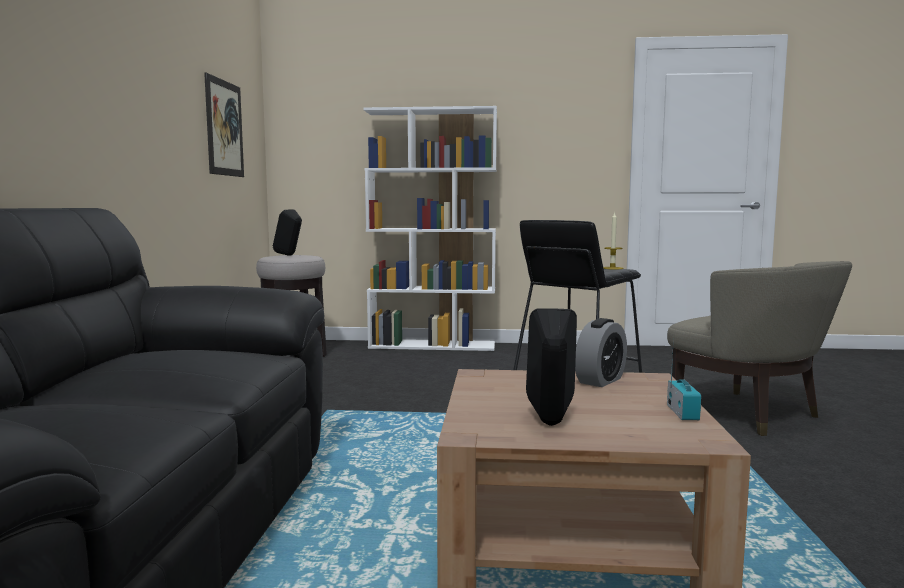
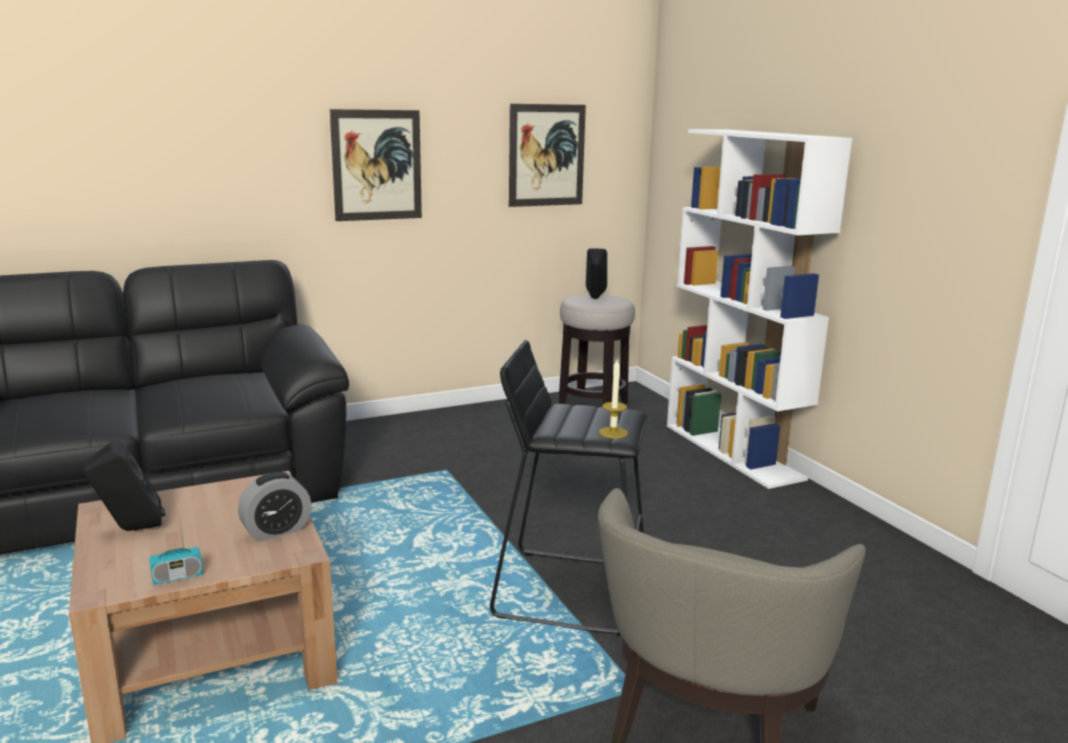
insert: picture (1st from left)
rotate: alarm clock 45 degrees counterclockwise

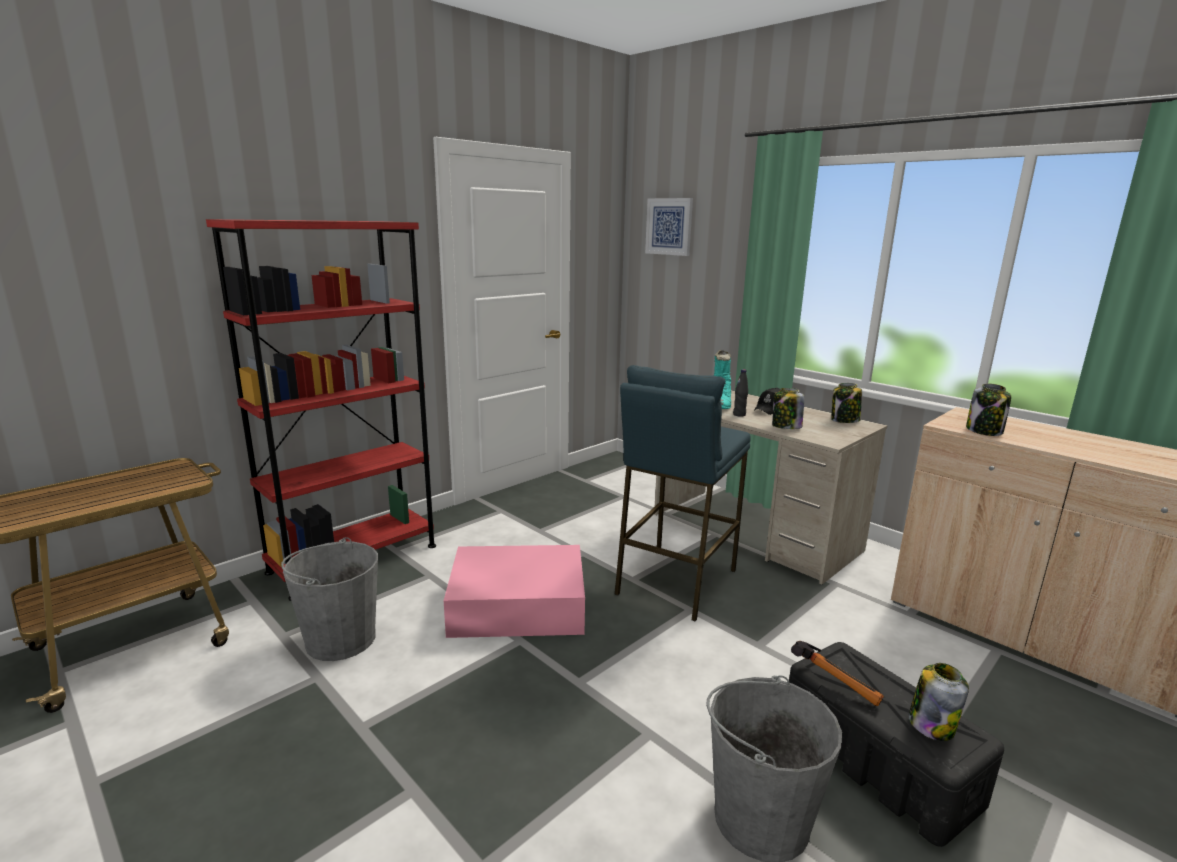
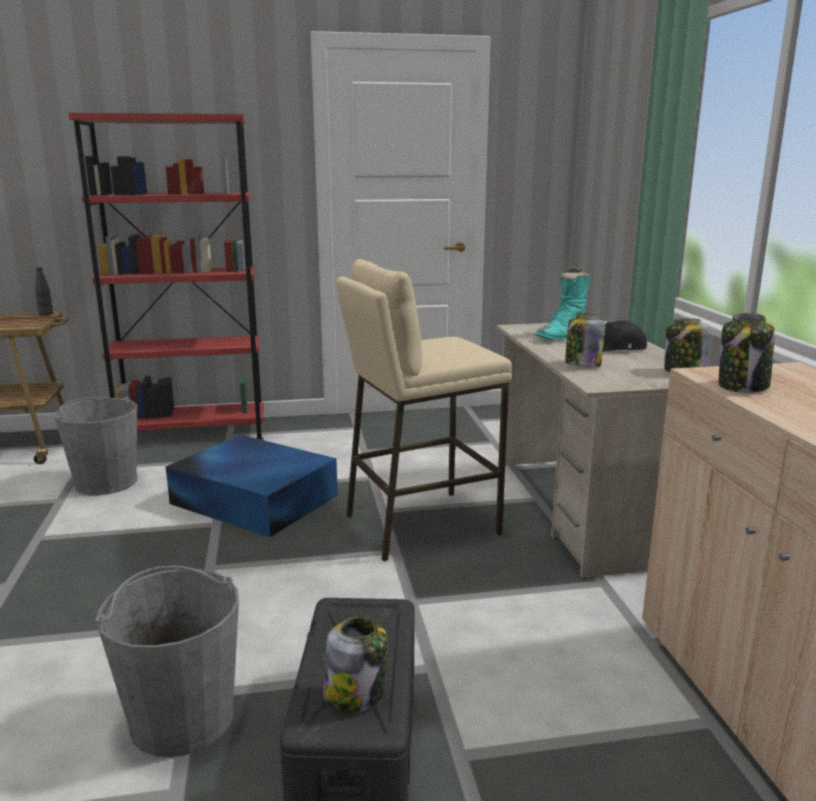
delete: picture; hammer
move: black bottle
recolor: pink storage box to blue storage box; blue stool to beige stool

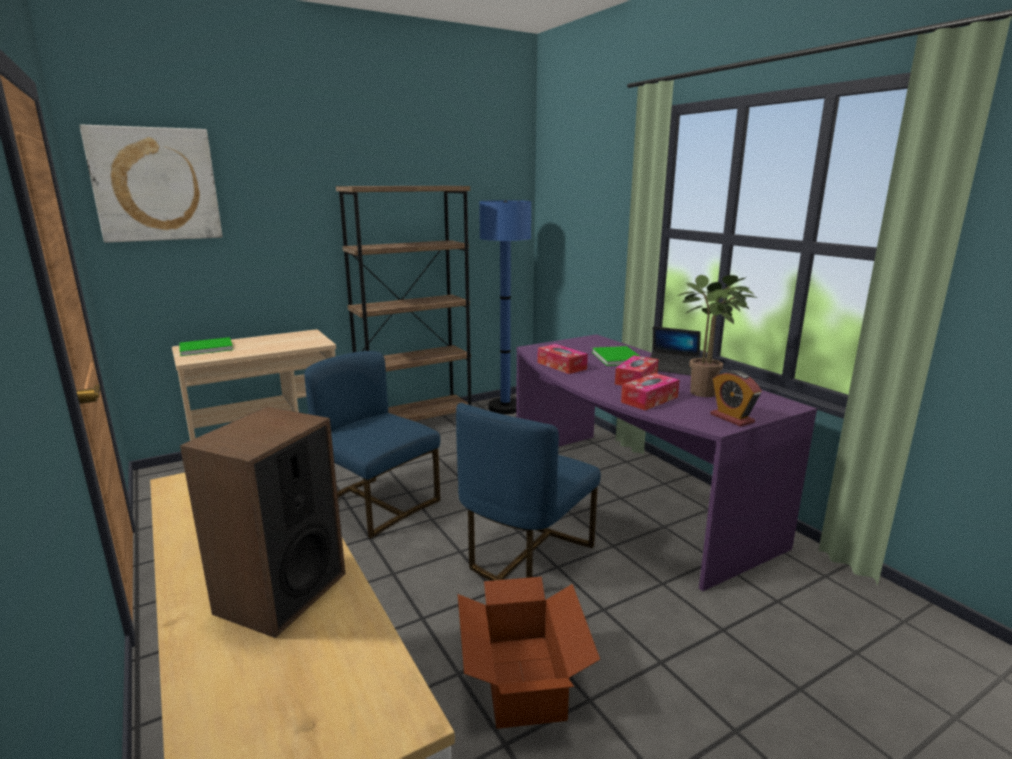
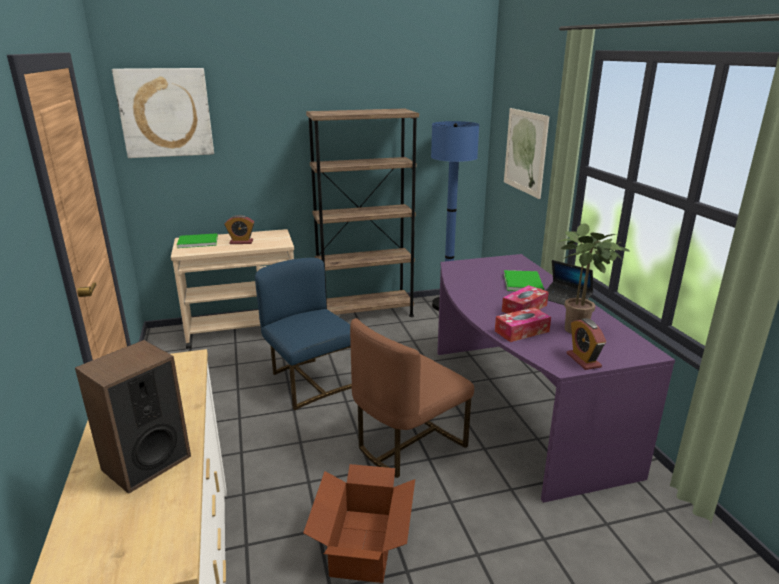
delete: tissue box (1st from left)
insert: alarm clock (1st from left); picture (2nd from left)
recolor: blue chair (2nd from left) to brown chair

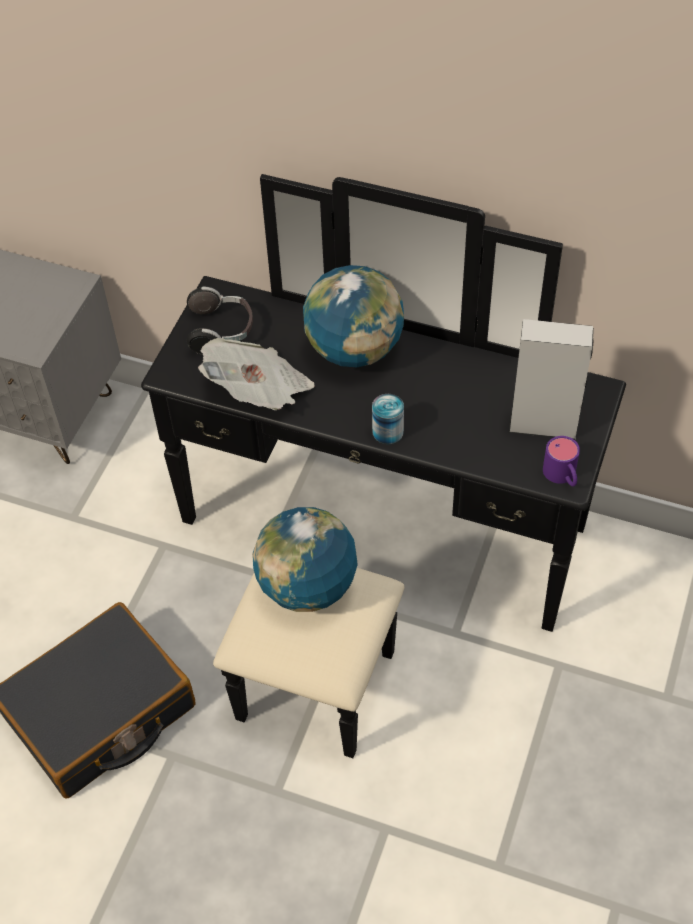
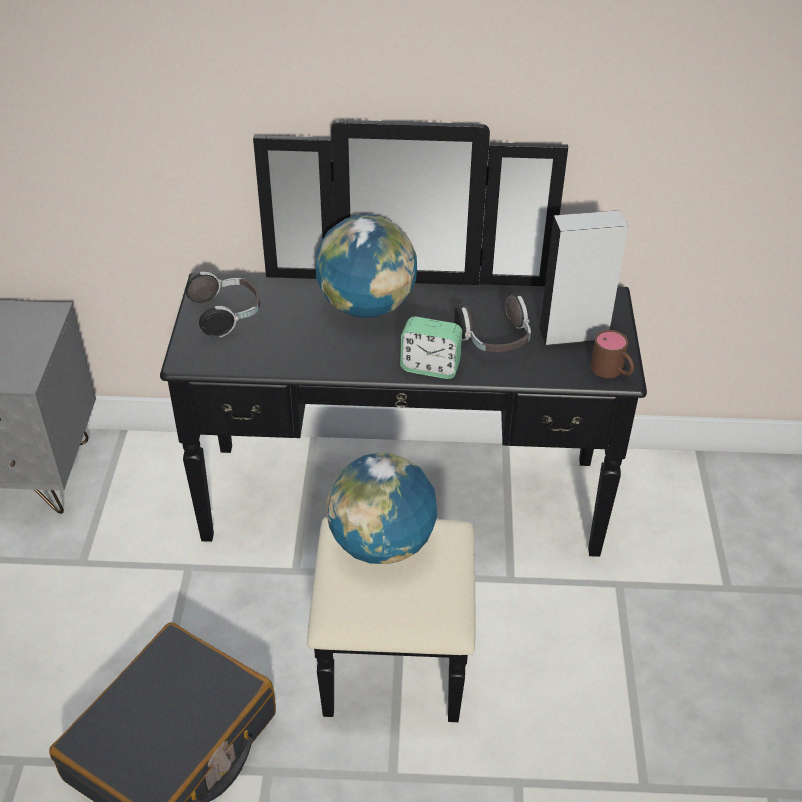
delete: newspaper
insert: headphones (2nd from left)
replace: can to alarm clock
recolor: purple mug to brown mug

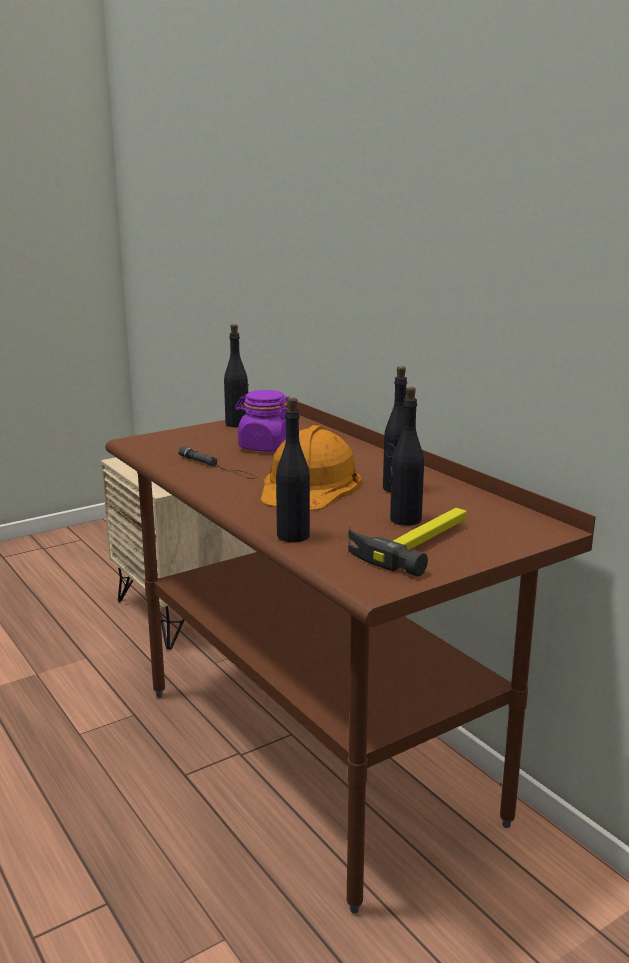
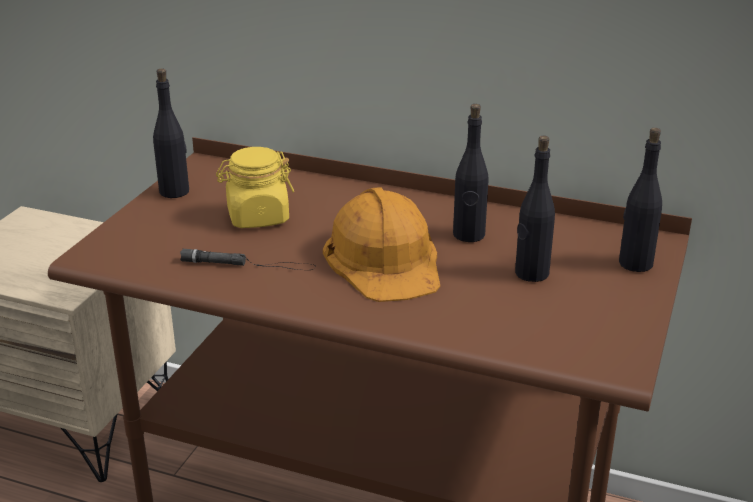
delete: hammer
move: black bottle (2nd from left in the first image) to black bottle (4th from left)
recolor: purple jar to yellow jar

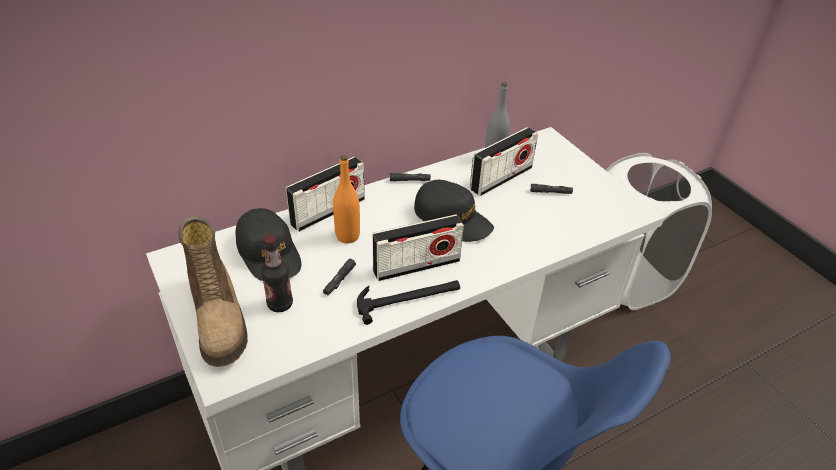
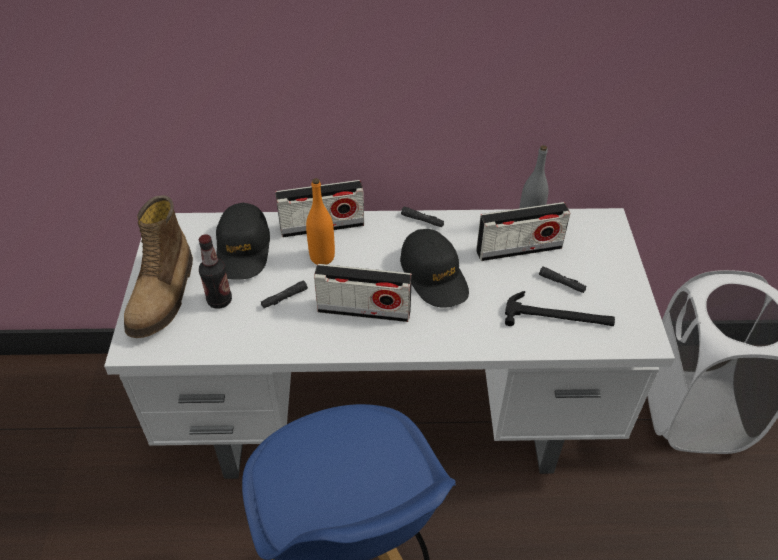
move: hammer

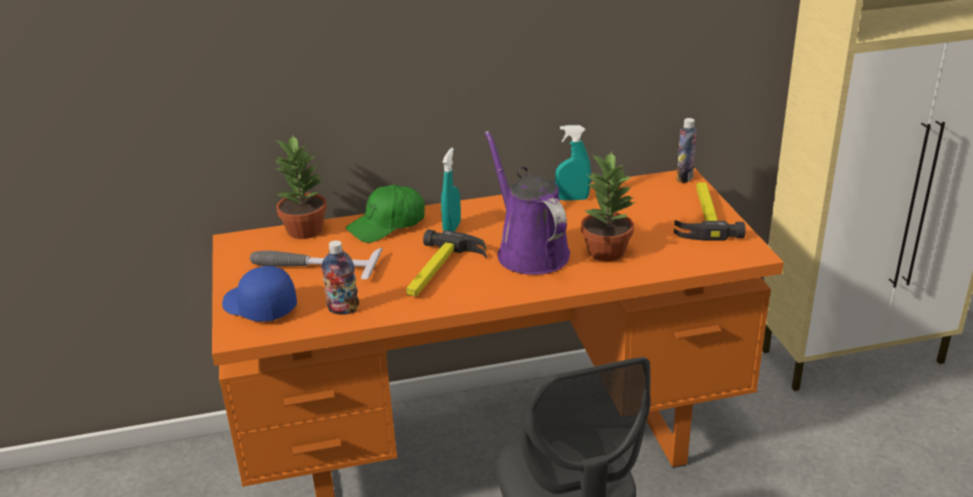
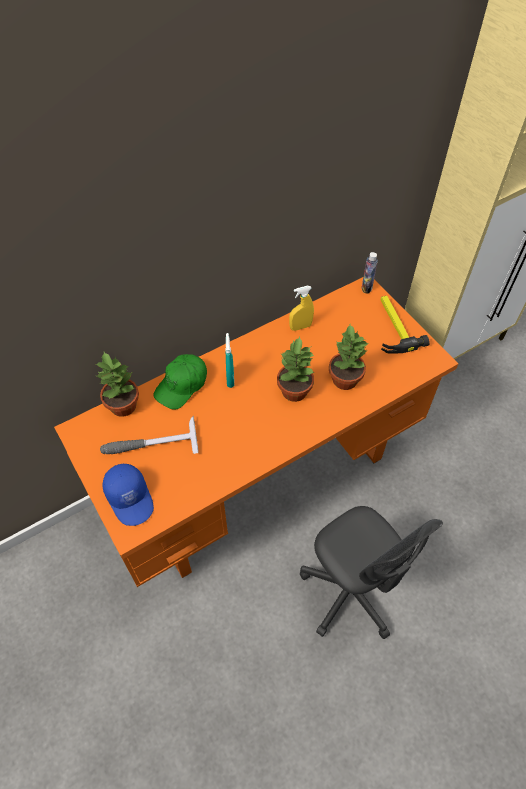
delete: bottle (1st from left); hammer (2nd from left)
replace: purple watering can to potted plant (2nd from left)
recolor: turquoise spray bottle (2nd from left) to yellow spray bottle
rotate: blue cap 135 degrees counterclockwise

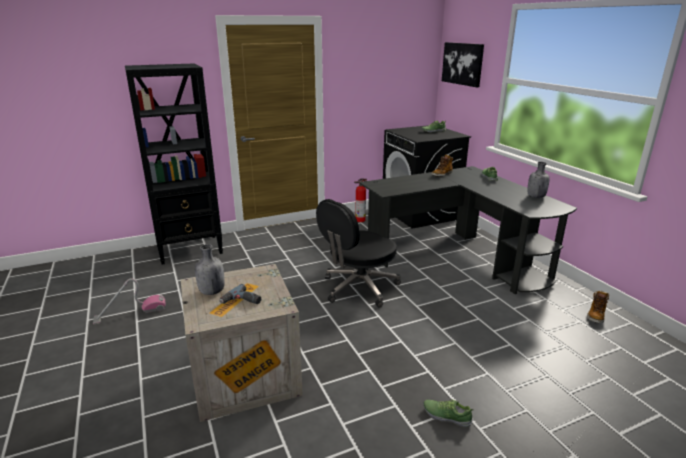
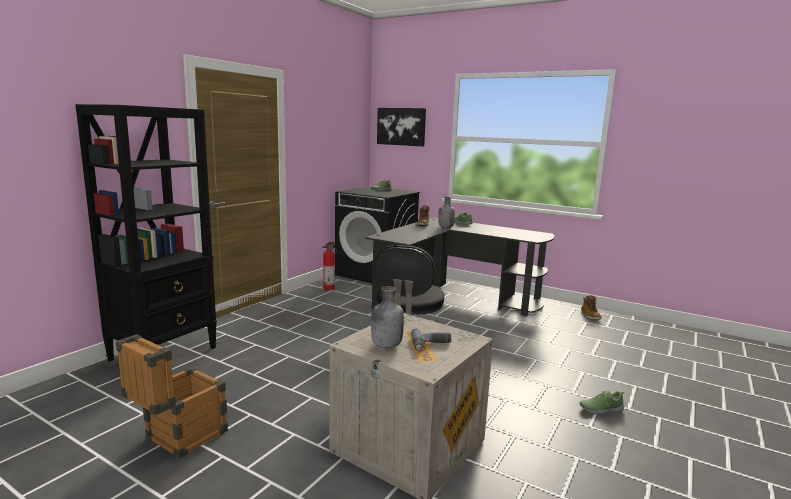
move: grey bottle (2nd from left)
replace: vacuum cleaner to crate (1st from left)

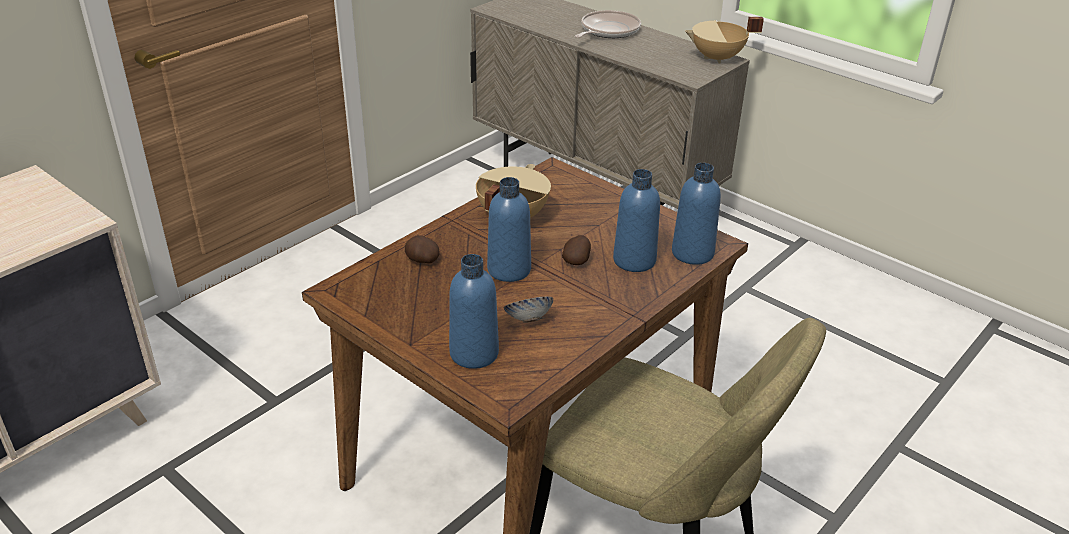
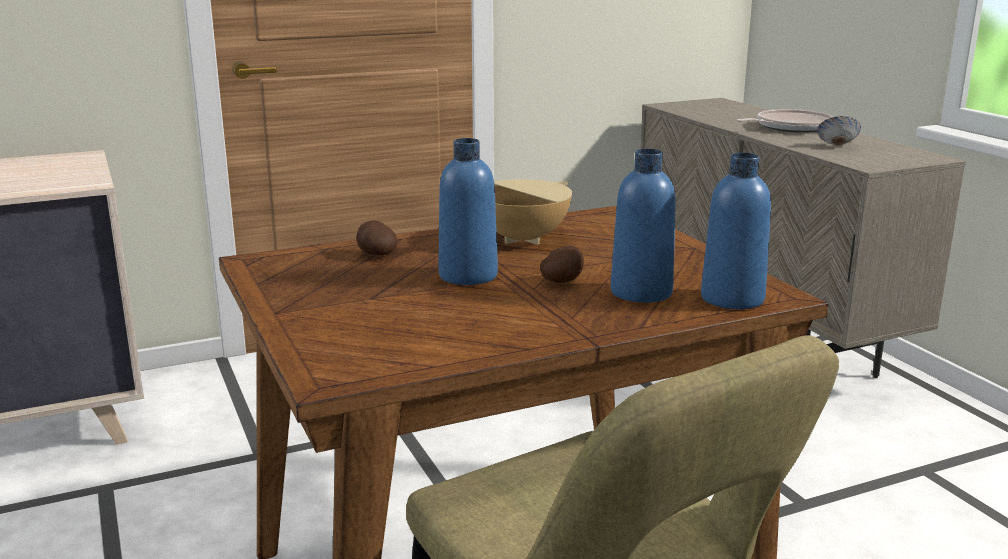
delete: blue bottle (1st from left); beige cooking pot (2nd from left)
move: bowl

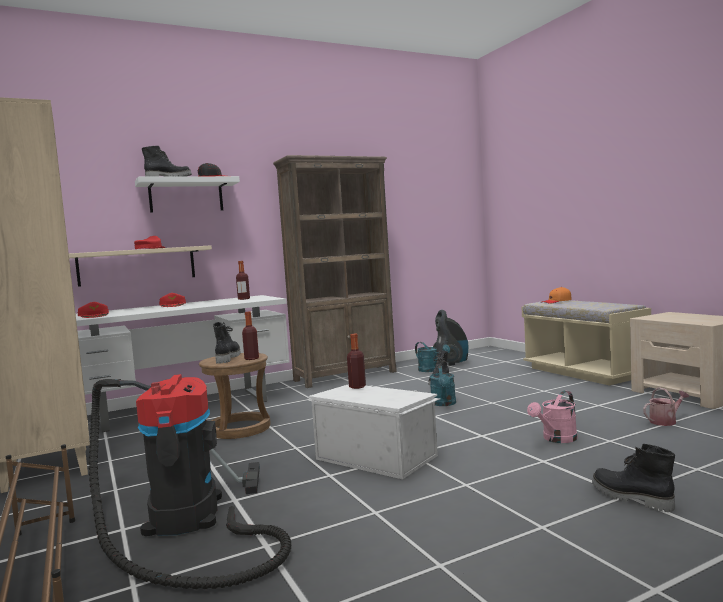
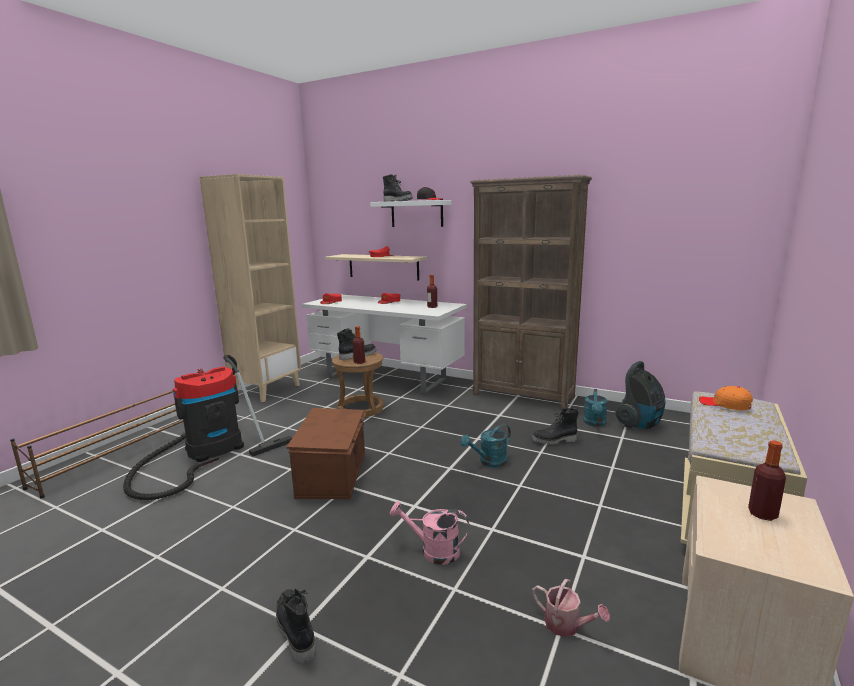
move: bottle (3rd from left)
recolor: white storage box to brown storage box
rotate: black boot (4th from left in the first image) 45 degrees counterclockwise

